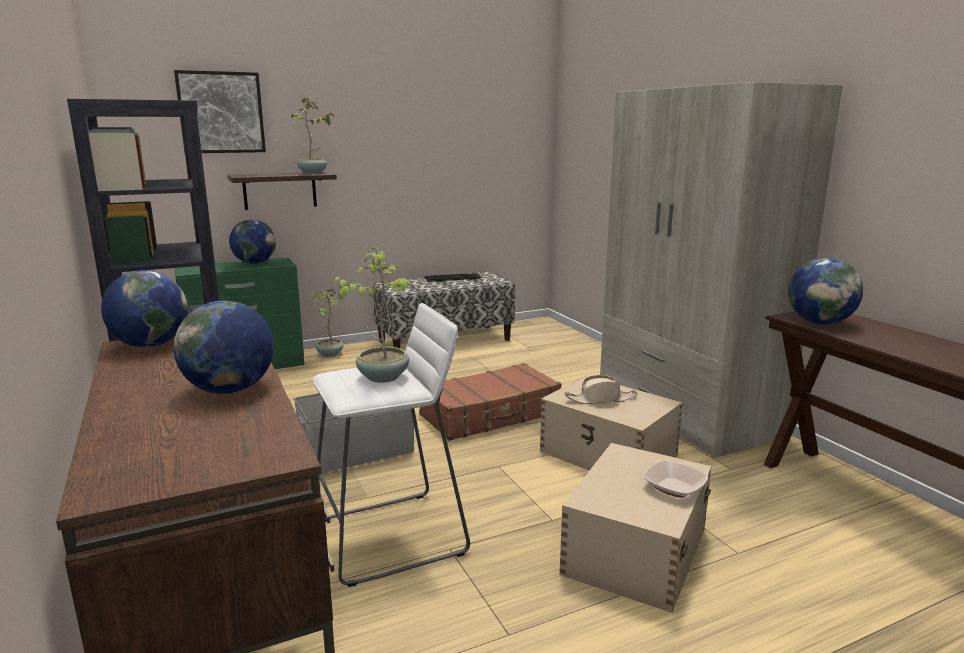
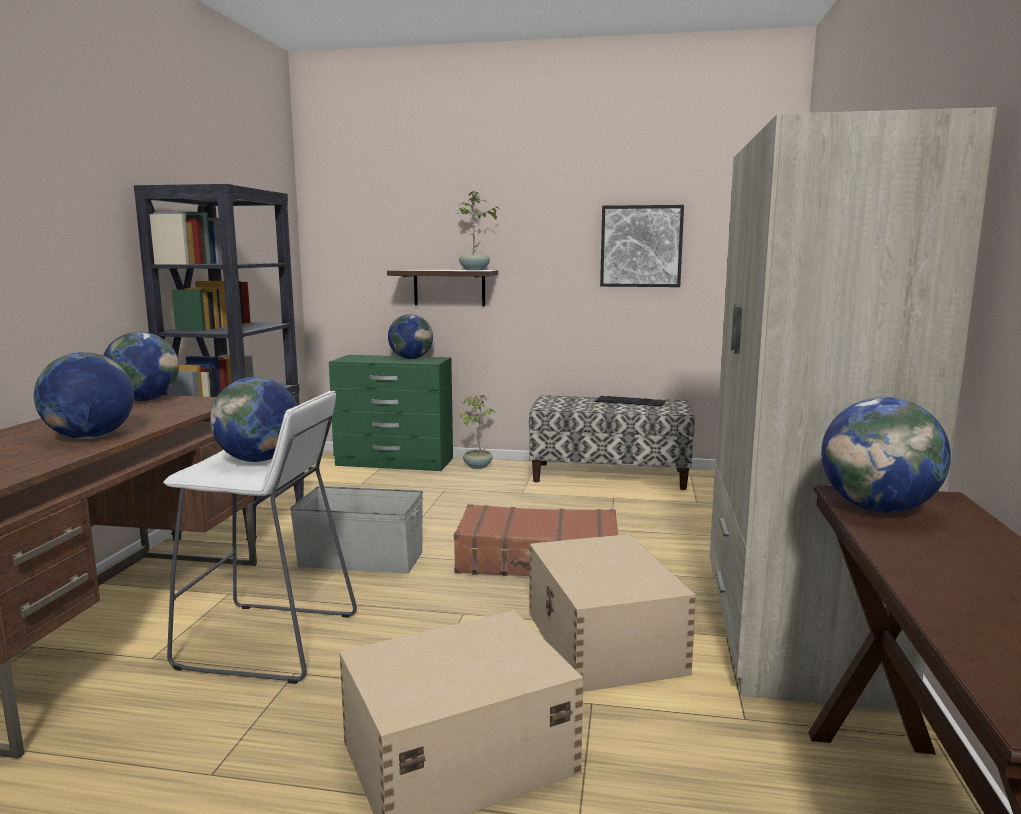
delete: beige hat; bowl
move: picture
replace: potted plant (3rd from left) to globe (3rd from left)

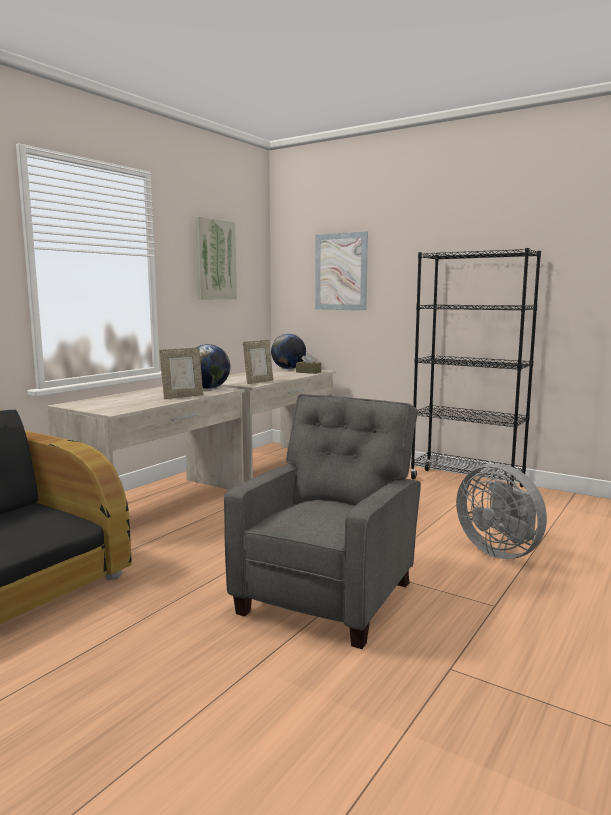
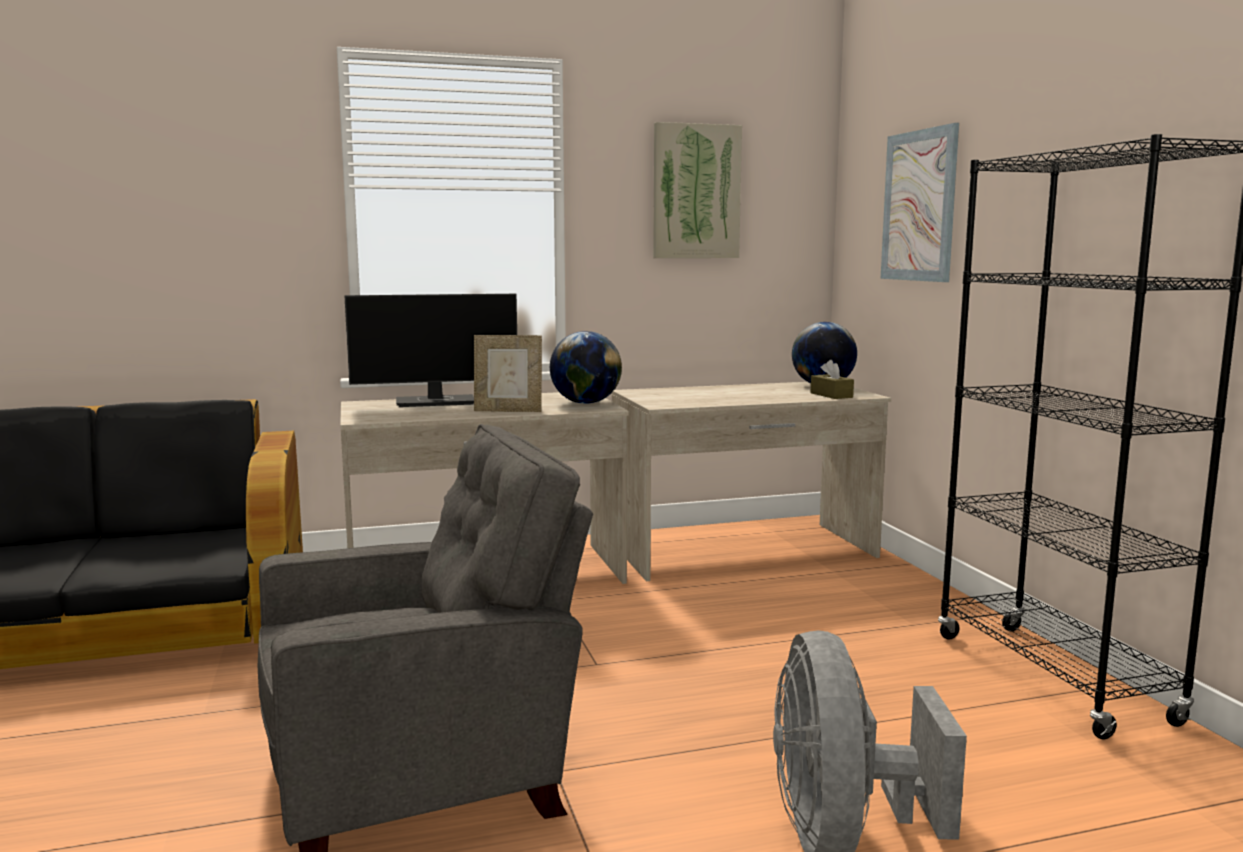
delete: picture frame (2nd from left)
insert: monitor

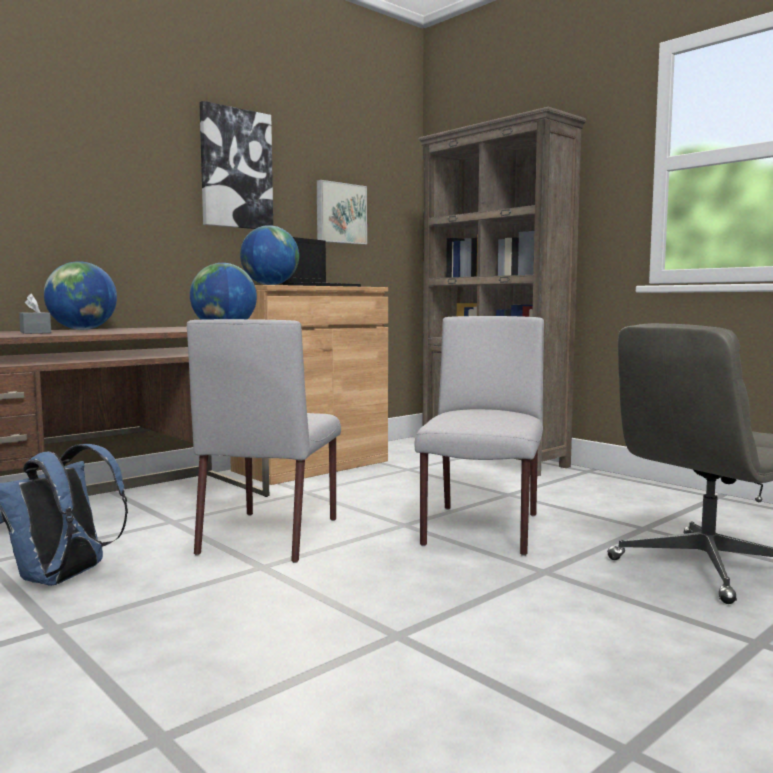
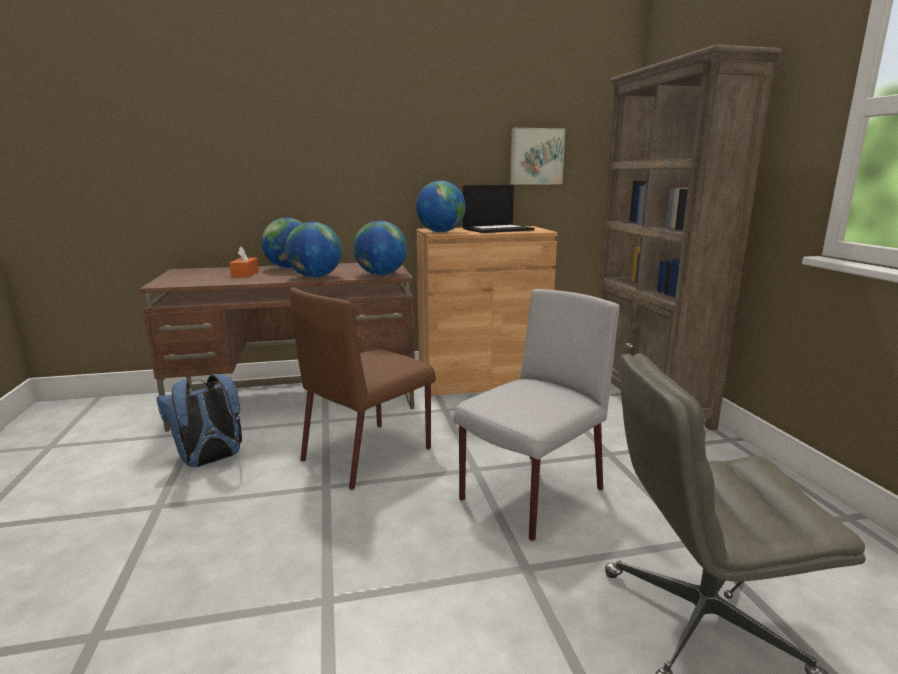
delete: picture (1st from left)
insert: globe (2nd from left)
recolor: grey tissue box to orange tissue box; grey chair (1st from left) to brown chair

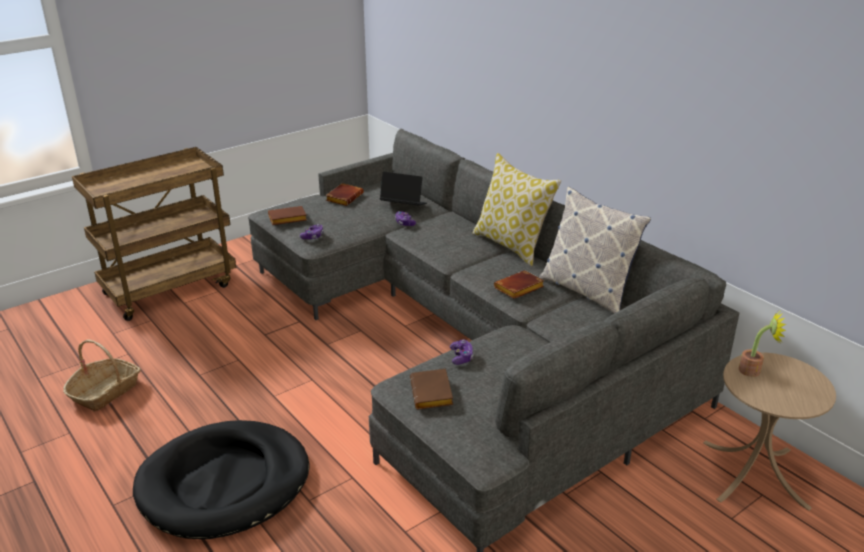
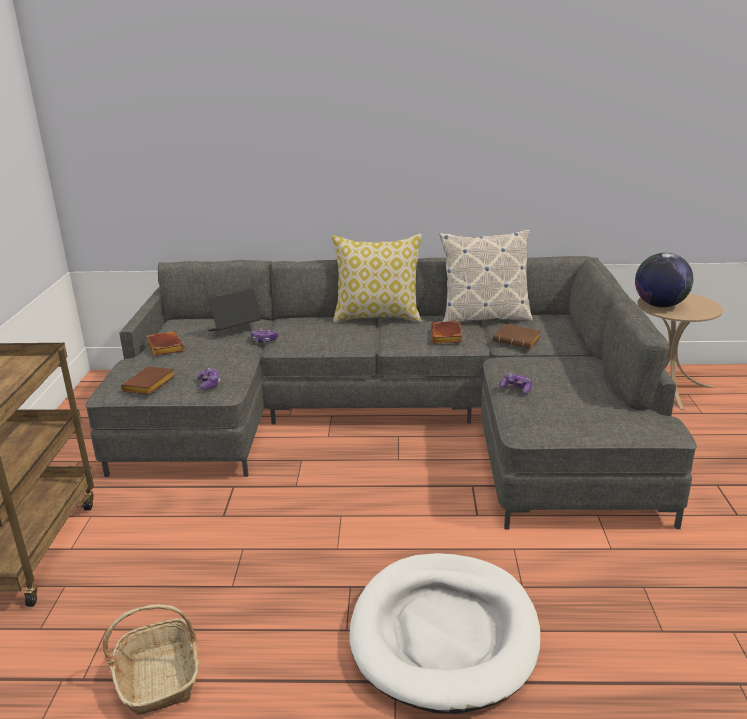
move: brown book (3rd from left in the first image) to brown book (4th from left)
replace: potted plant to globe
recolor: black dog bed to white dog bed

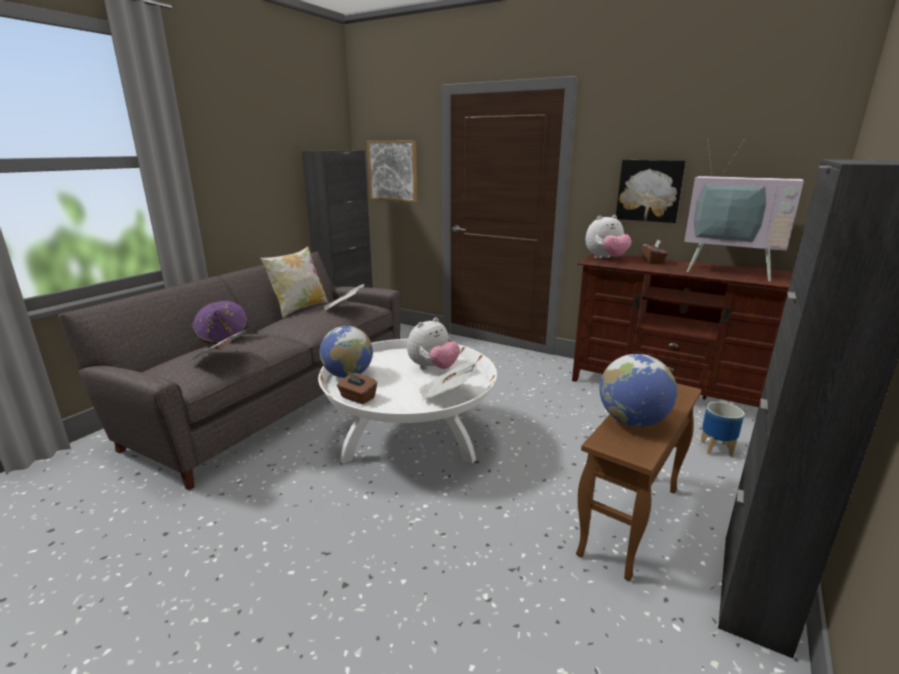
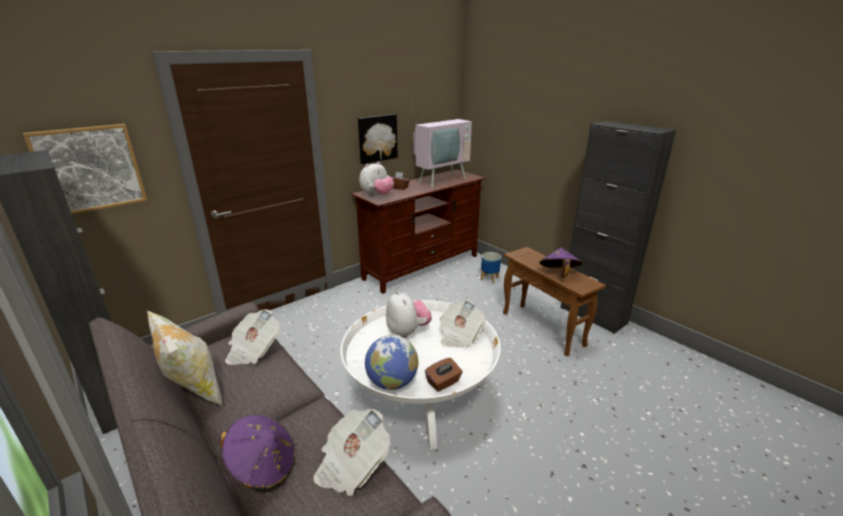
replace: globe (2nd from left) to purple hat (2nd from left)
rotate: plush toy (2nd from left in the first image) 45 degrees clockwise

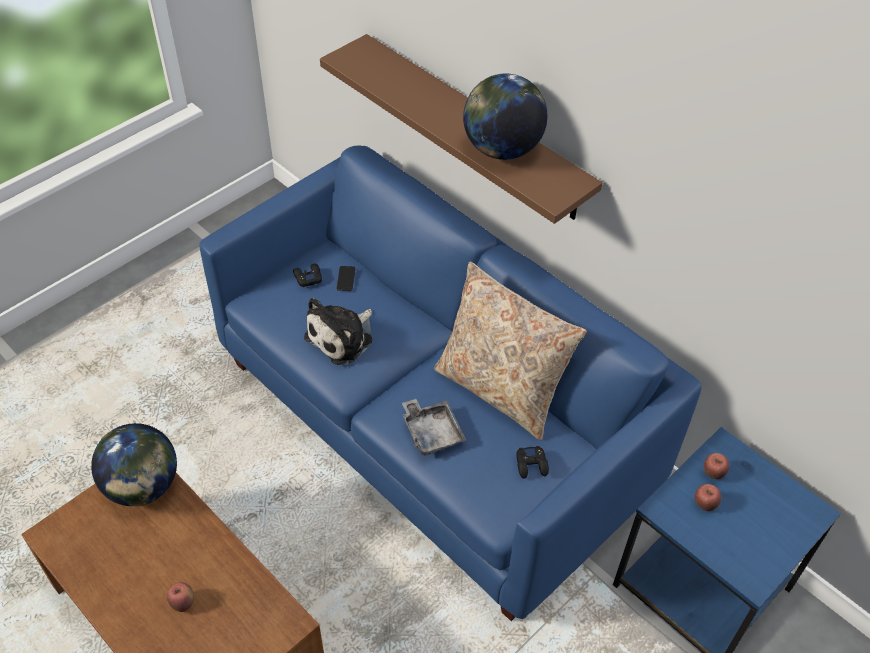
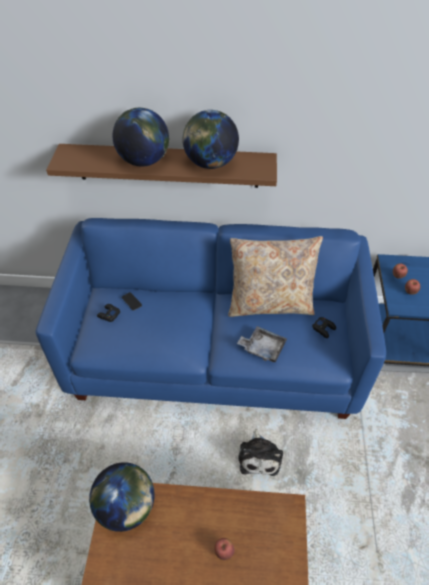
insert: globe (2nd from left)
move: plush toy

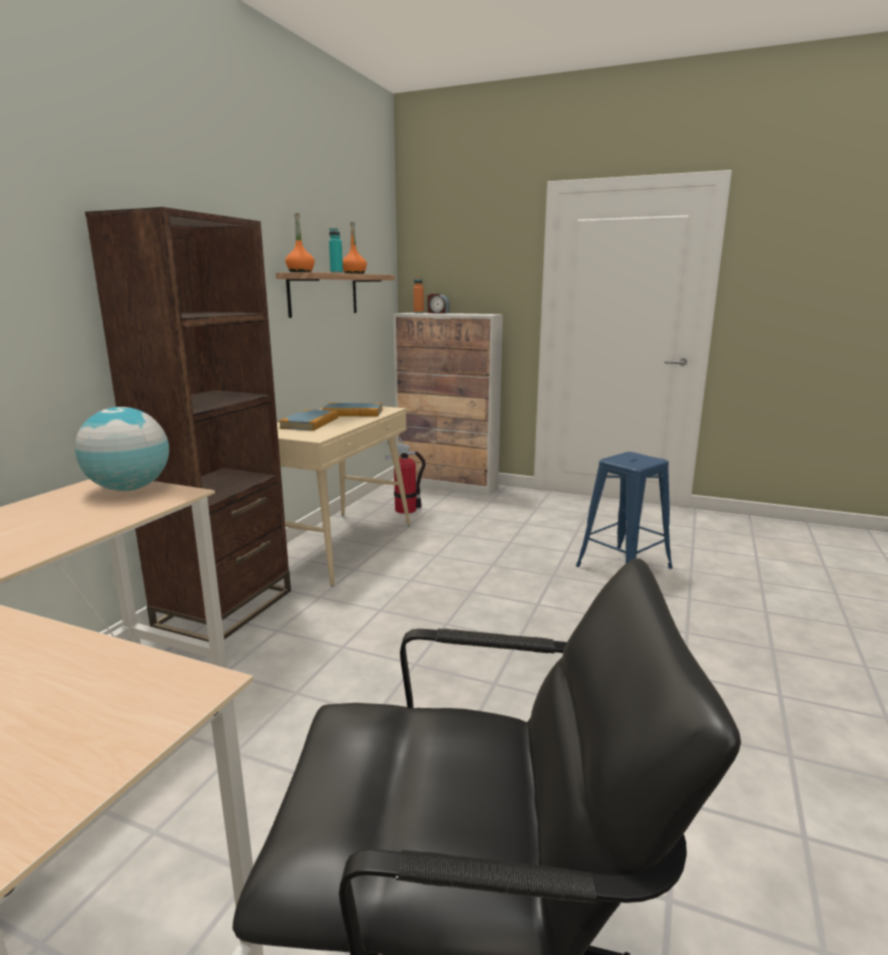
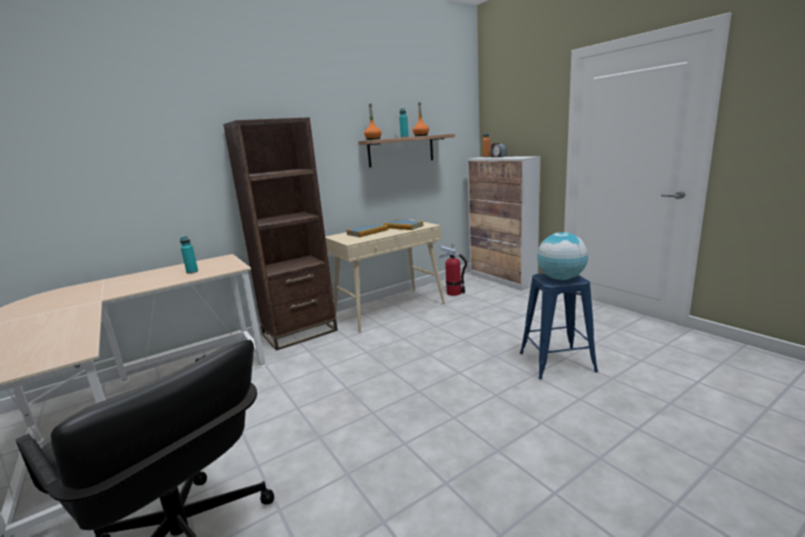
insert: turquoise bottle (1st from left)
move: globe

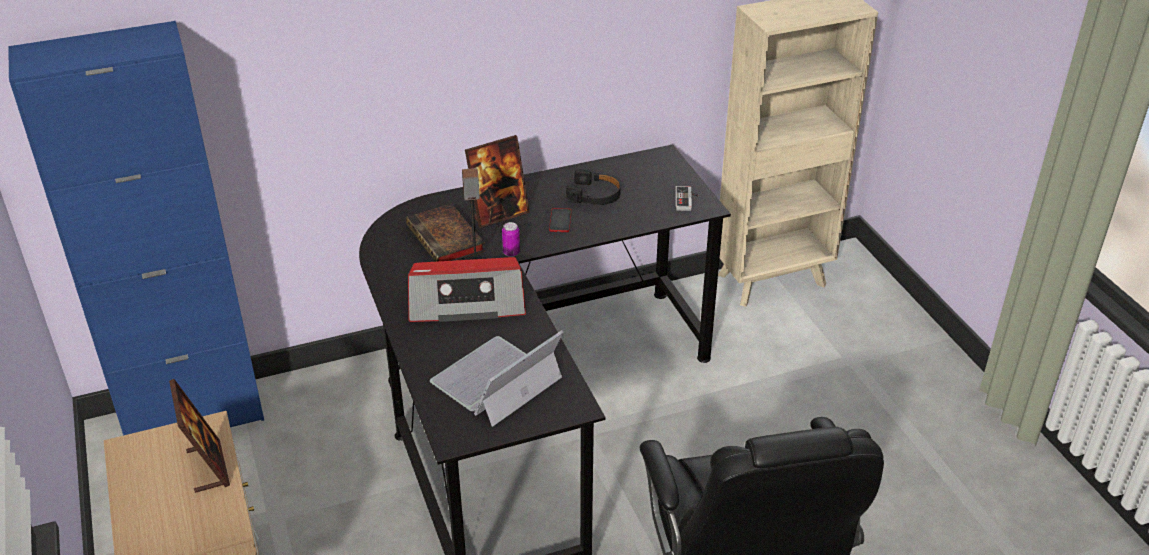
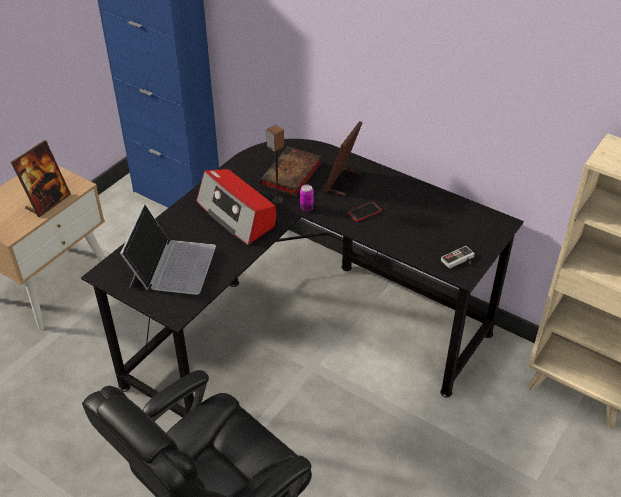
delete: black headphones
rotate: laptop 90 degrees clockwise; picture frame (2nd from left) 90 degrees clockwise

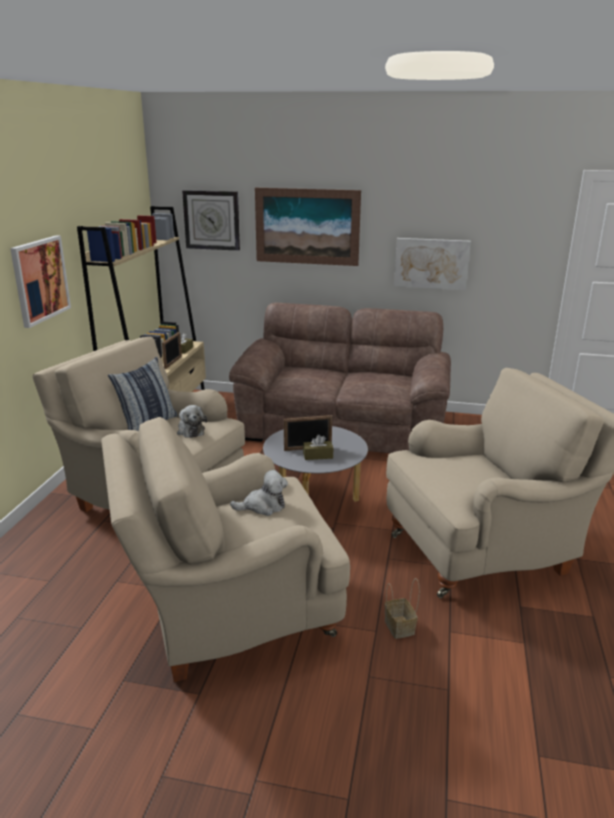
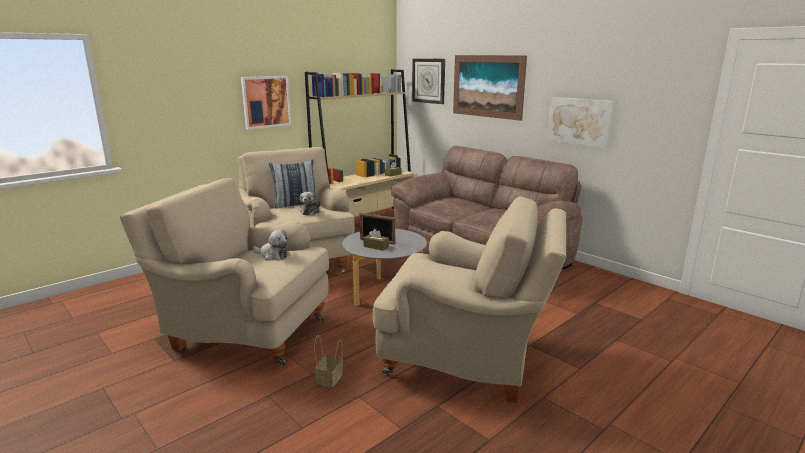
delete: picture frame (1st from left)

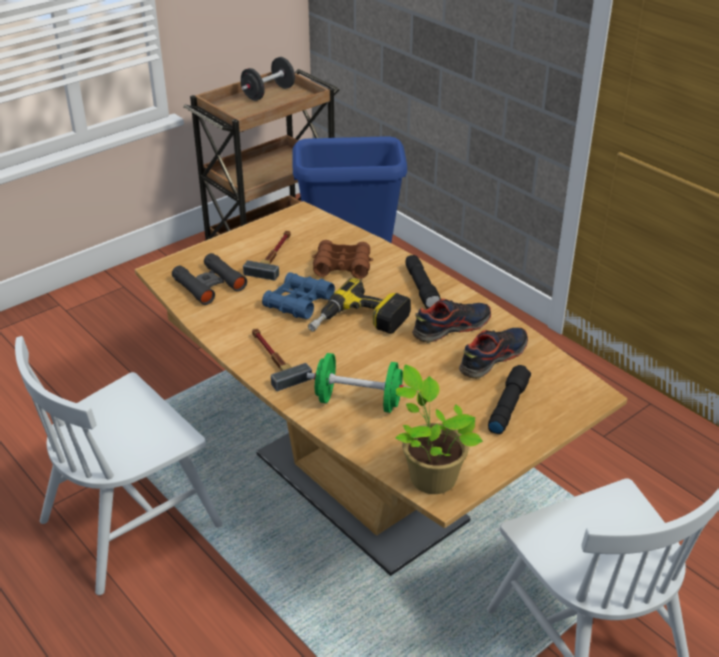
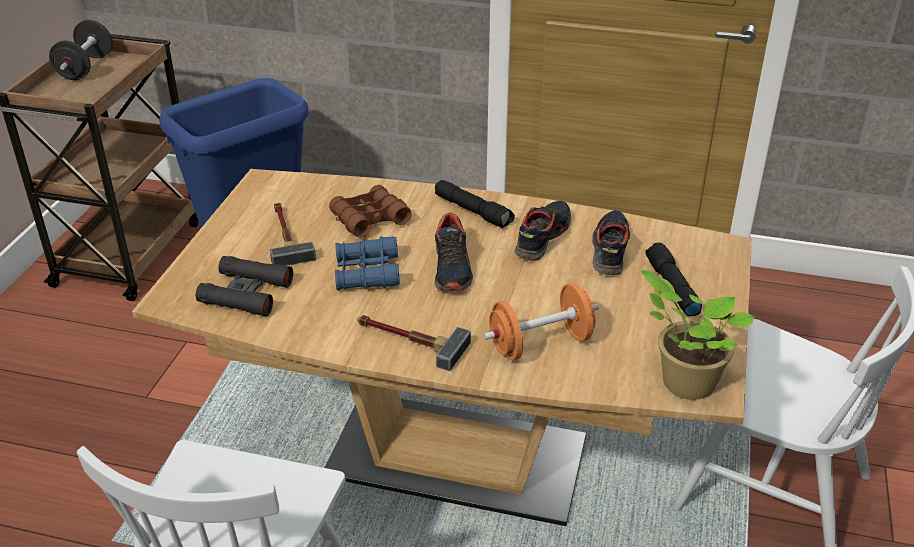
replace: power drill to shoe (1st from left)
recolor: green dumbbell to orange dumbbell

